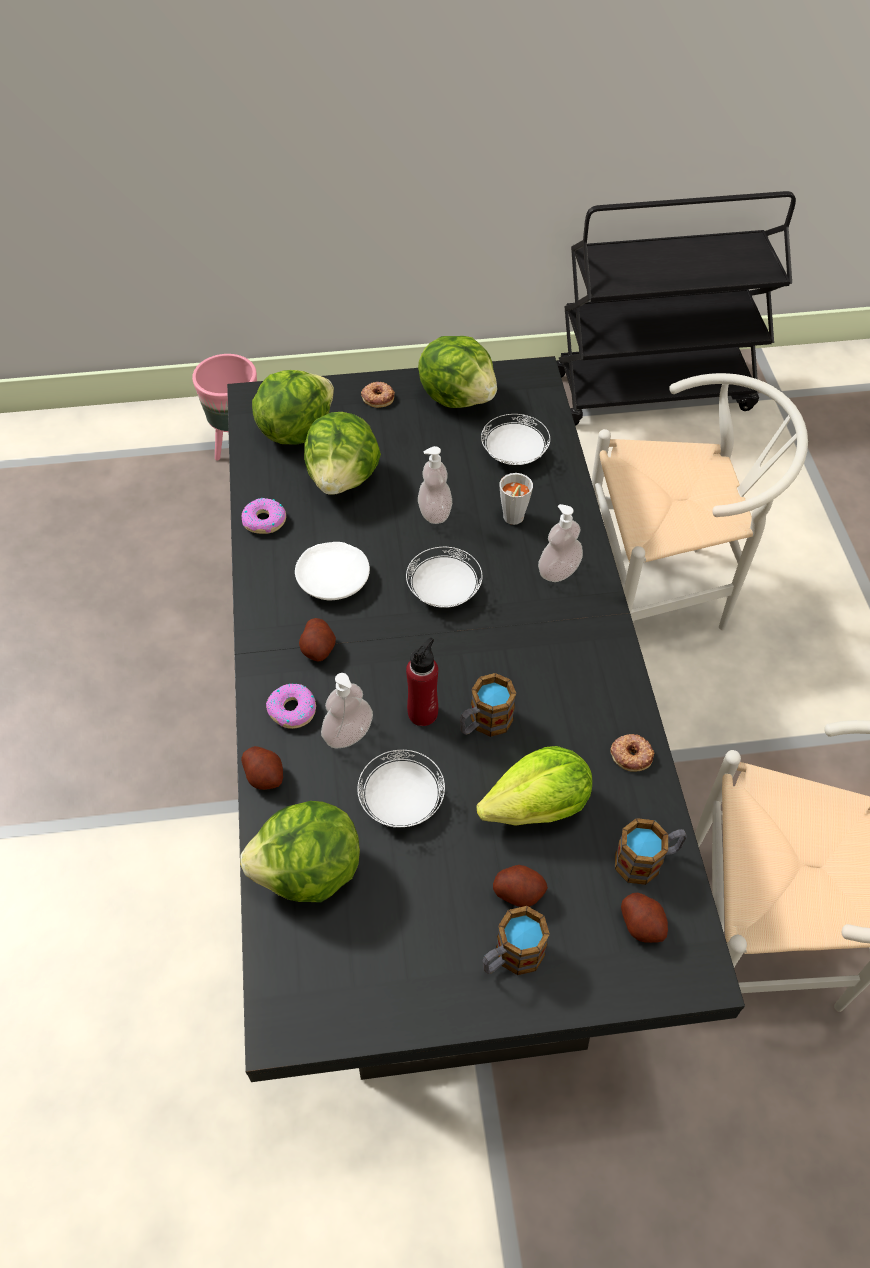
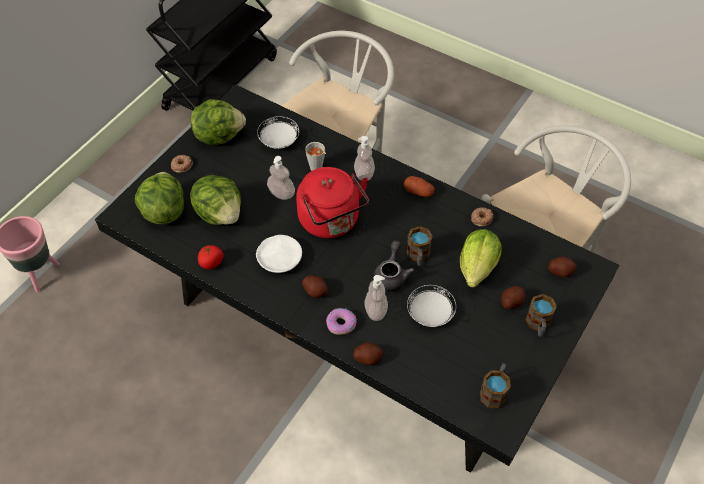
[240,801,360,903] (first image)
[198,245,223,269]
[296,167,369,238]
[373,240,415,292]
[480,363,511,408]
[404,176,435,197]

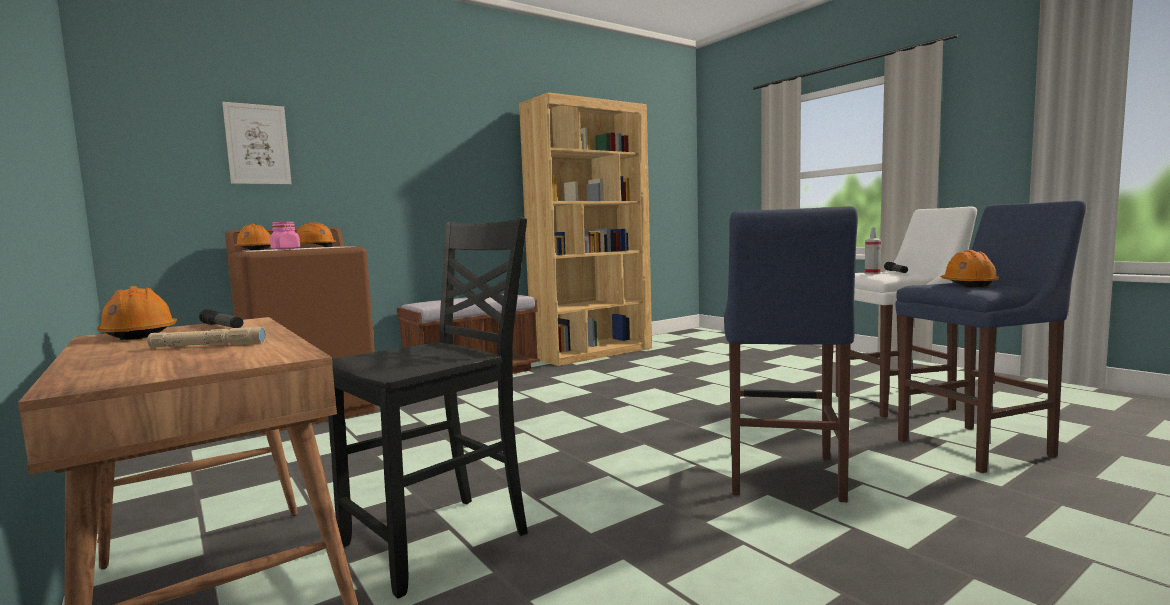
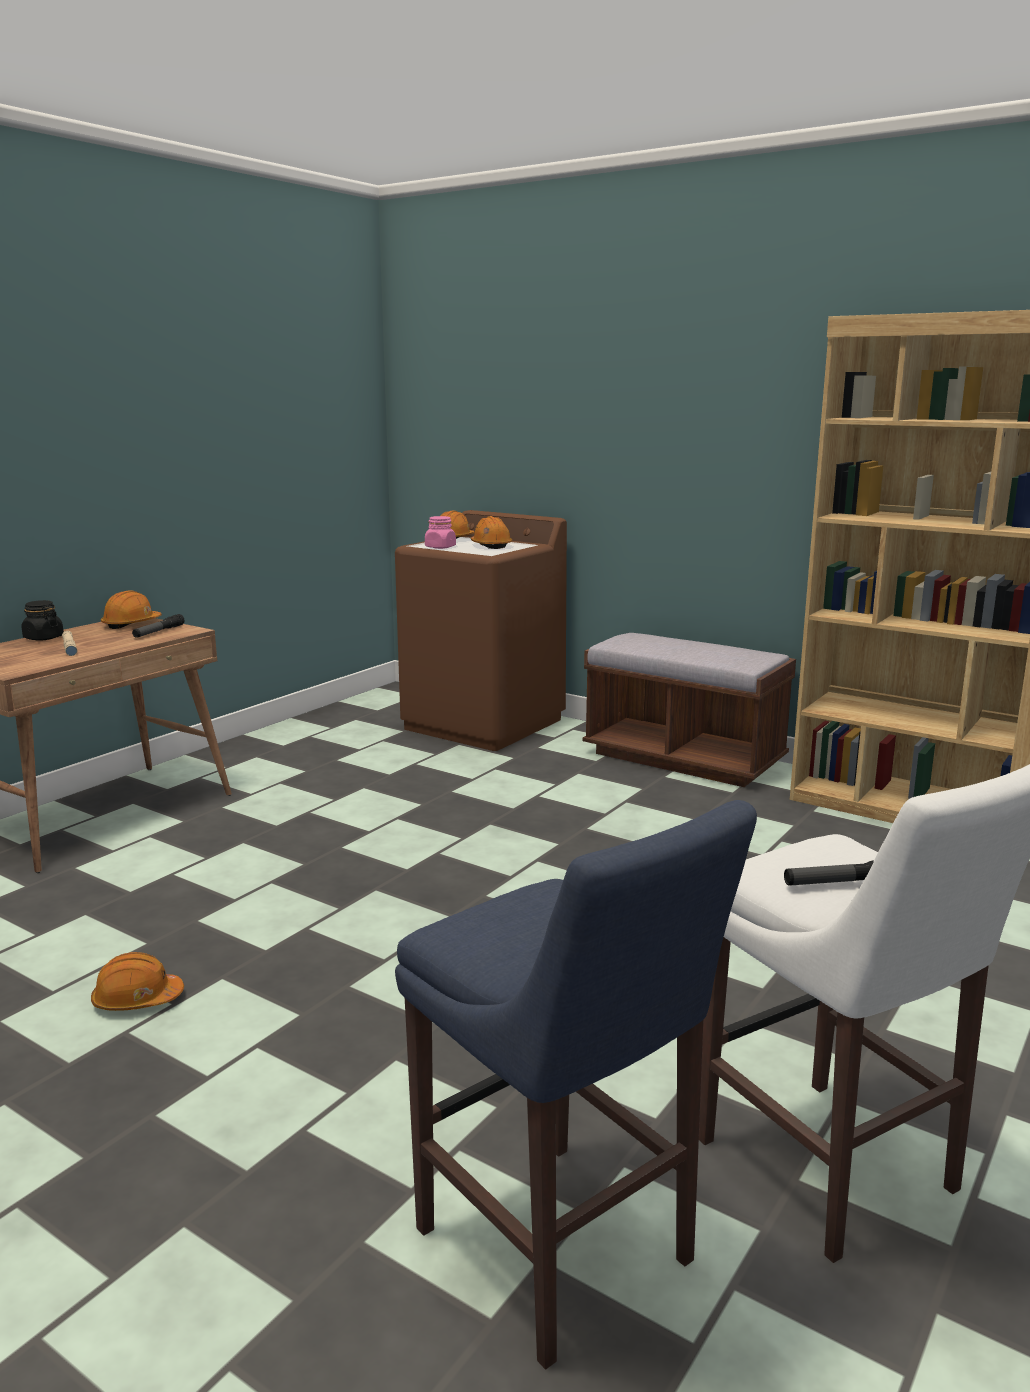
[222,102,291,185] (first image)
[328,217,528,599] (first image)
[724,206,858,502] (first image)
[865,227,881,274] (first image)
[91,952,184,1011]
[21,600,64,641]

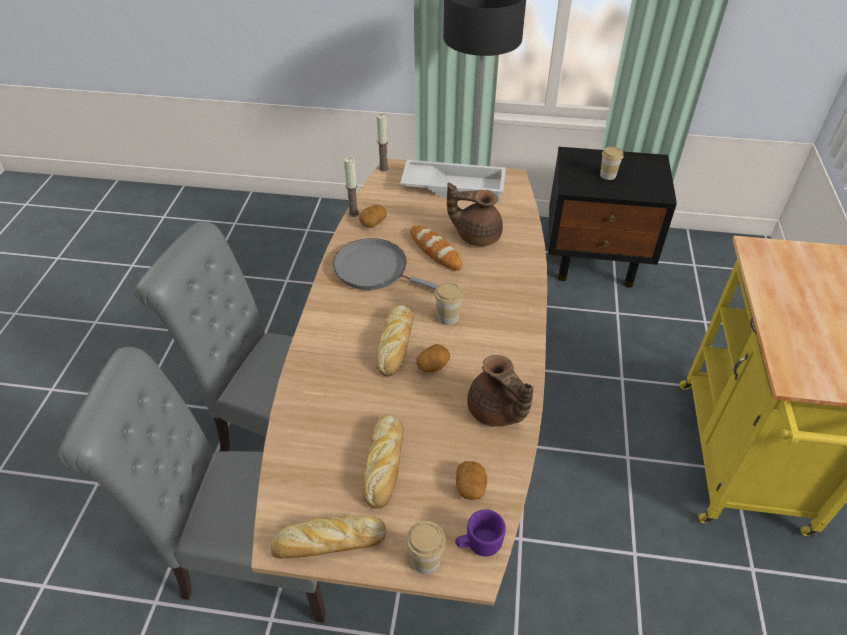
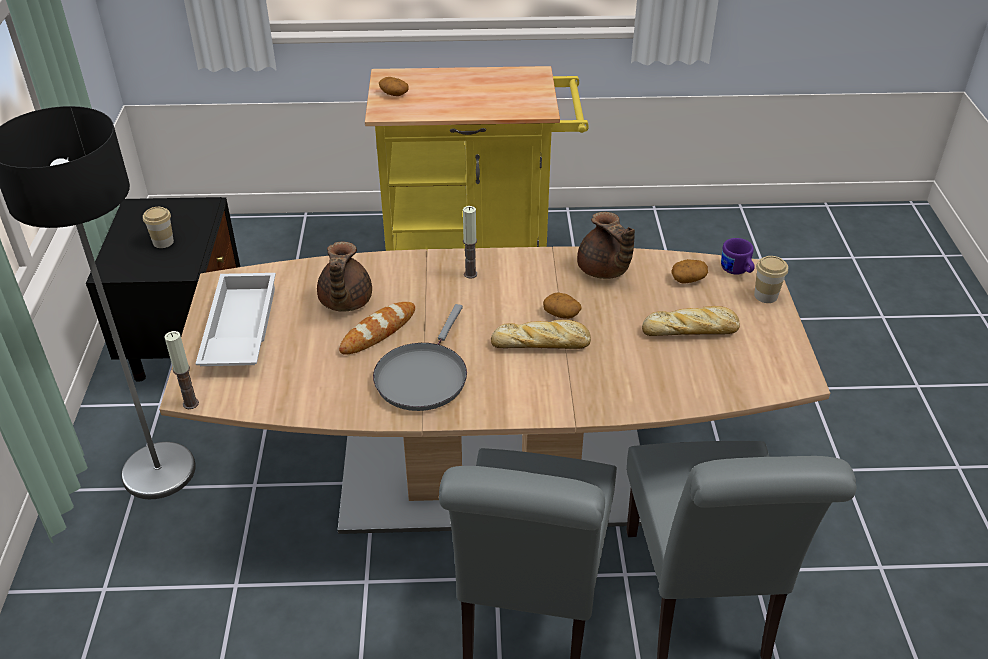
[271,515,386,558] (first image)
[463,206,477,279]
[379,77,409,96]
[434,282,464,325] (first image)
[577,212,635,279]

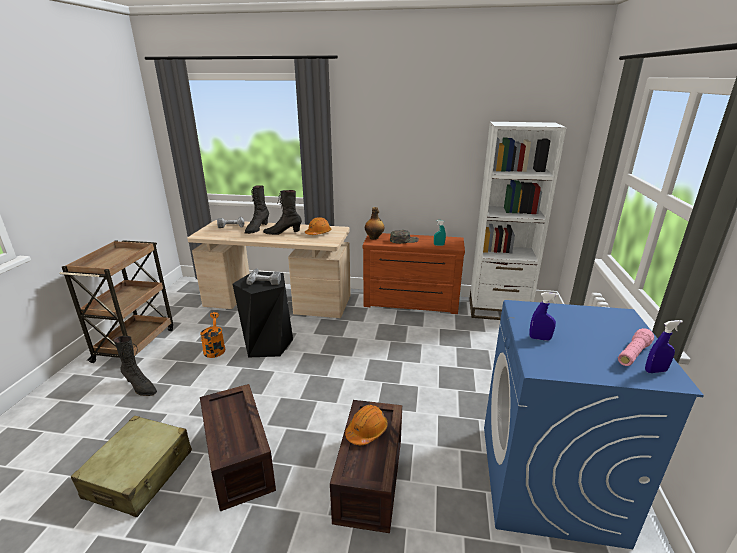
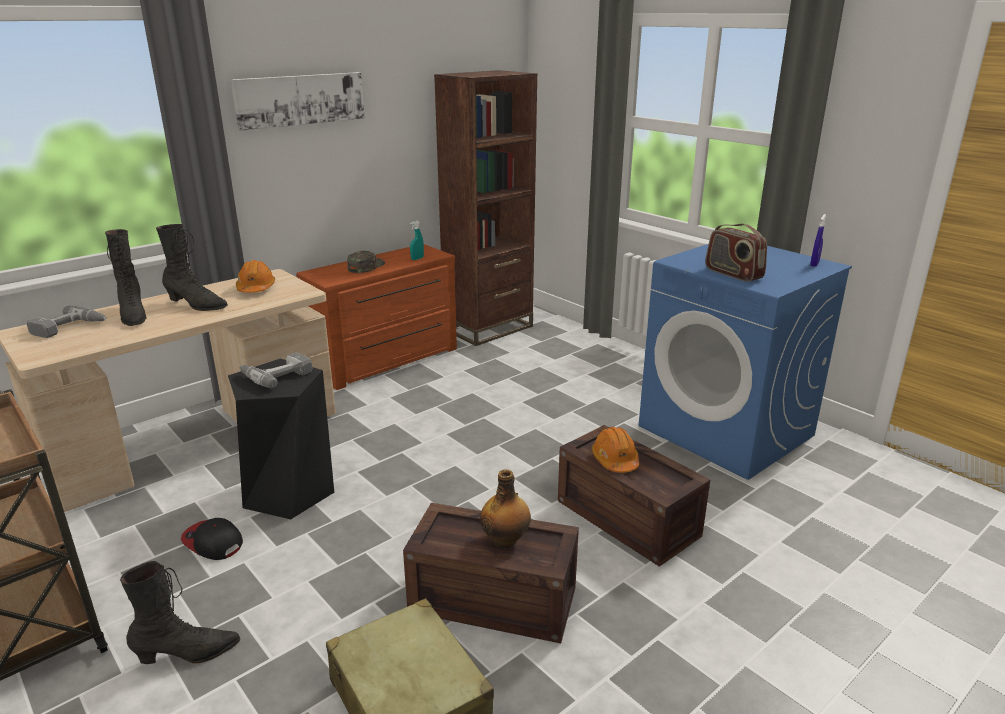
[181,518,243,560]
[156,224,228,311]
[480,469,531,549]
[434,70,537,346]
[705,224,767,282]
[618,328,654,366] (first image)
[231,72,365,131]

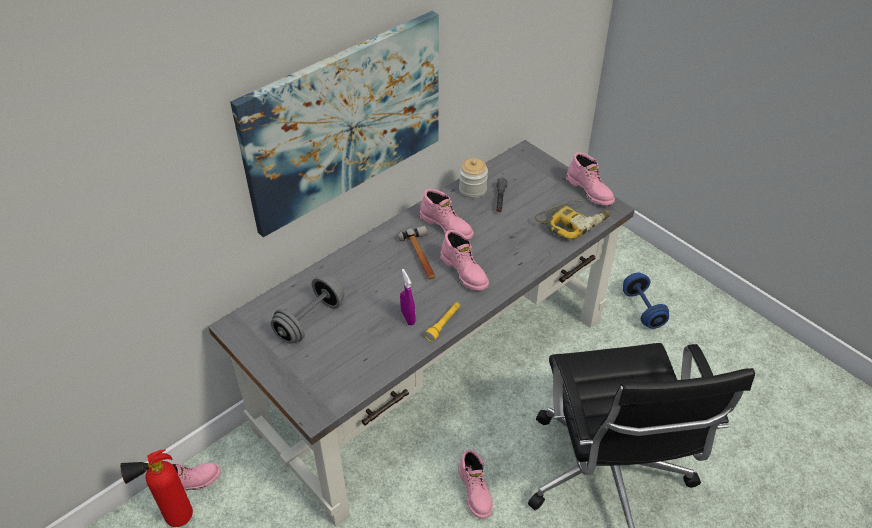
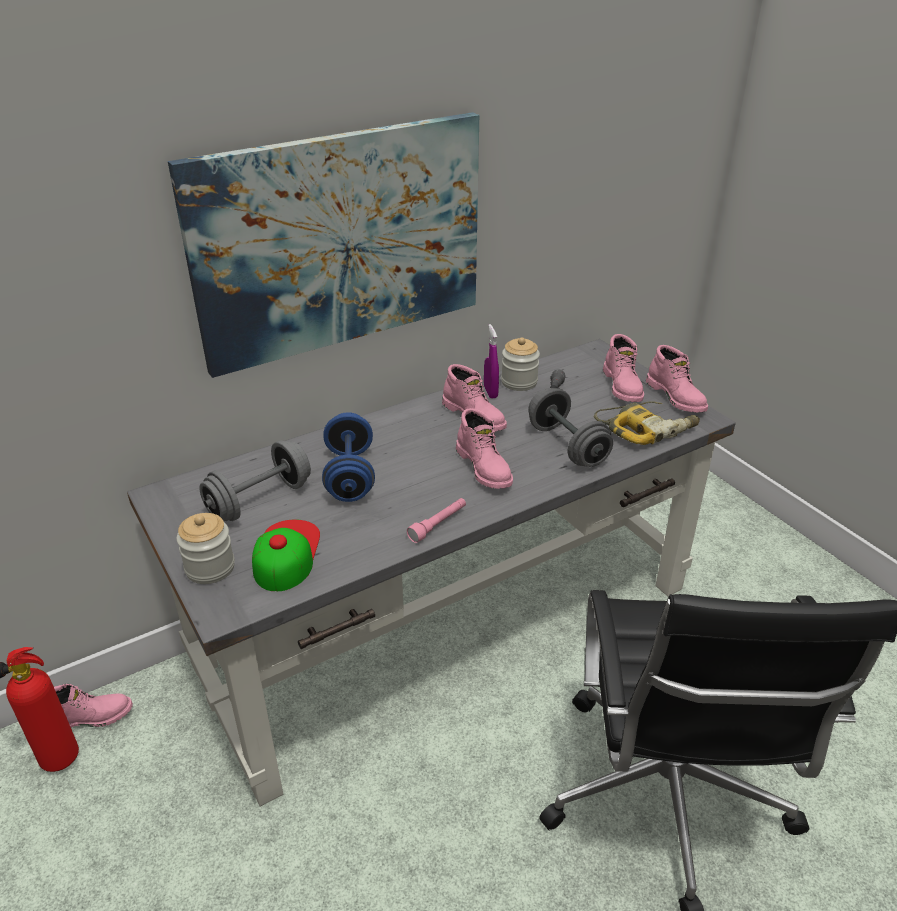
[398,226,436,279] (first image)
[484,324,499,399]
[407,498,466,543]
[603,334,644,402]
[322,412,375,502]
[176,513,235,584]
[252,520,320,591]
[528,388,613,467]

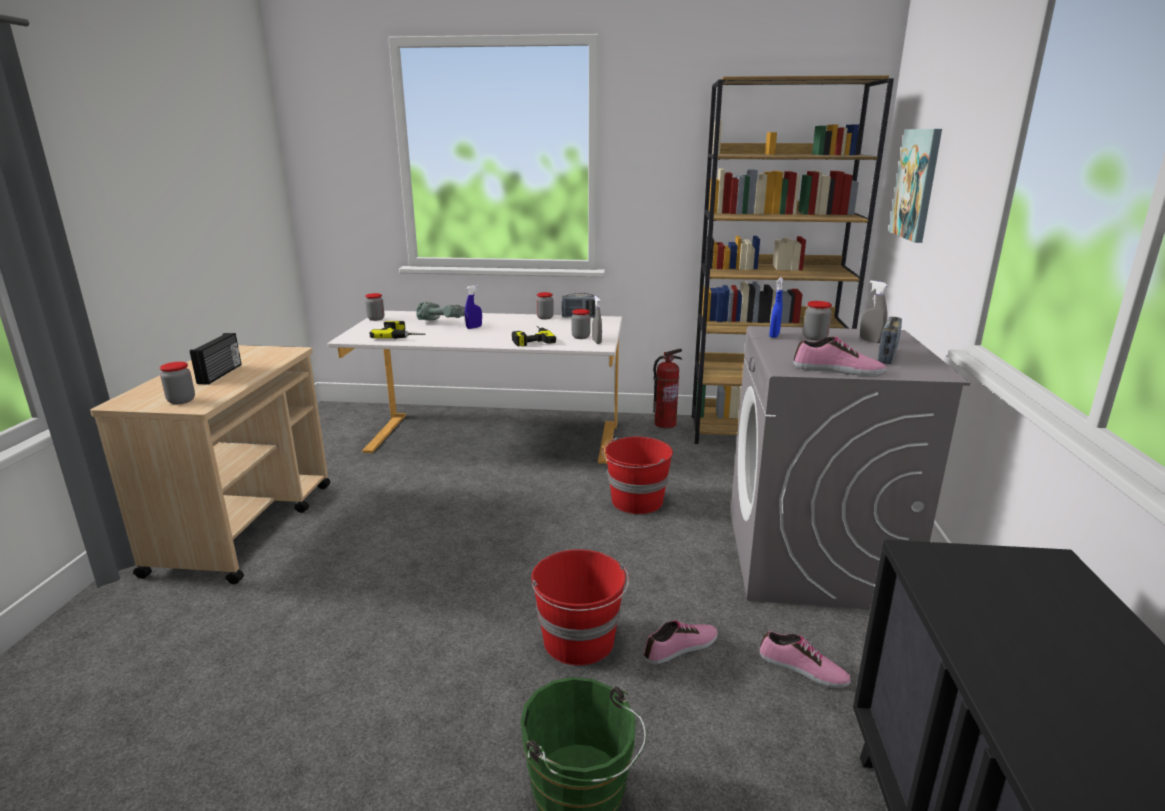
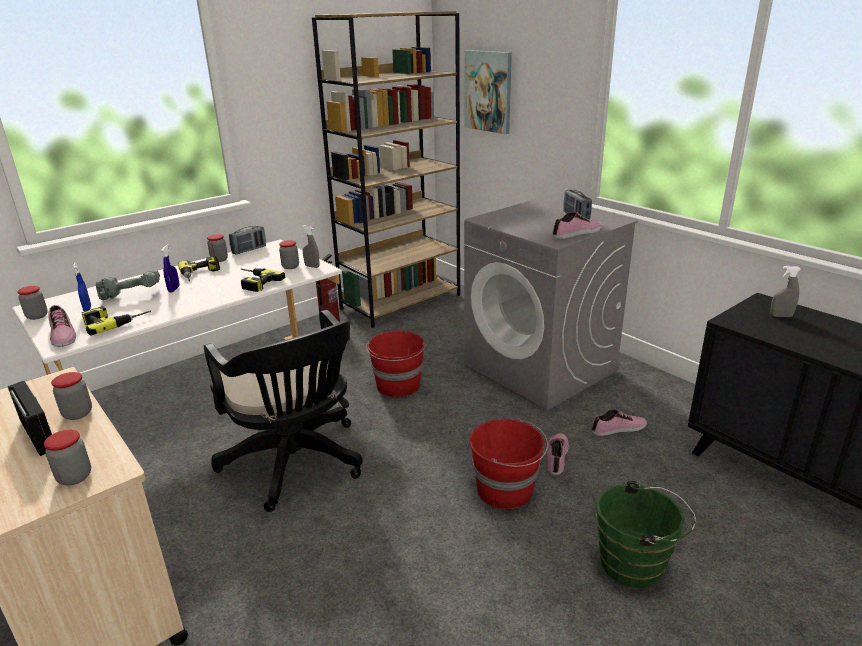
[73,263,91,311]
[51,372,92,420]
[770,266,801,317]
[48,305,76,347]
[178,256,220,282]
[204,310,363,512]

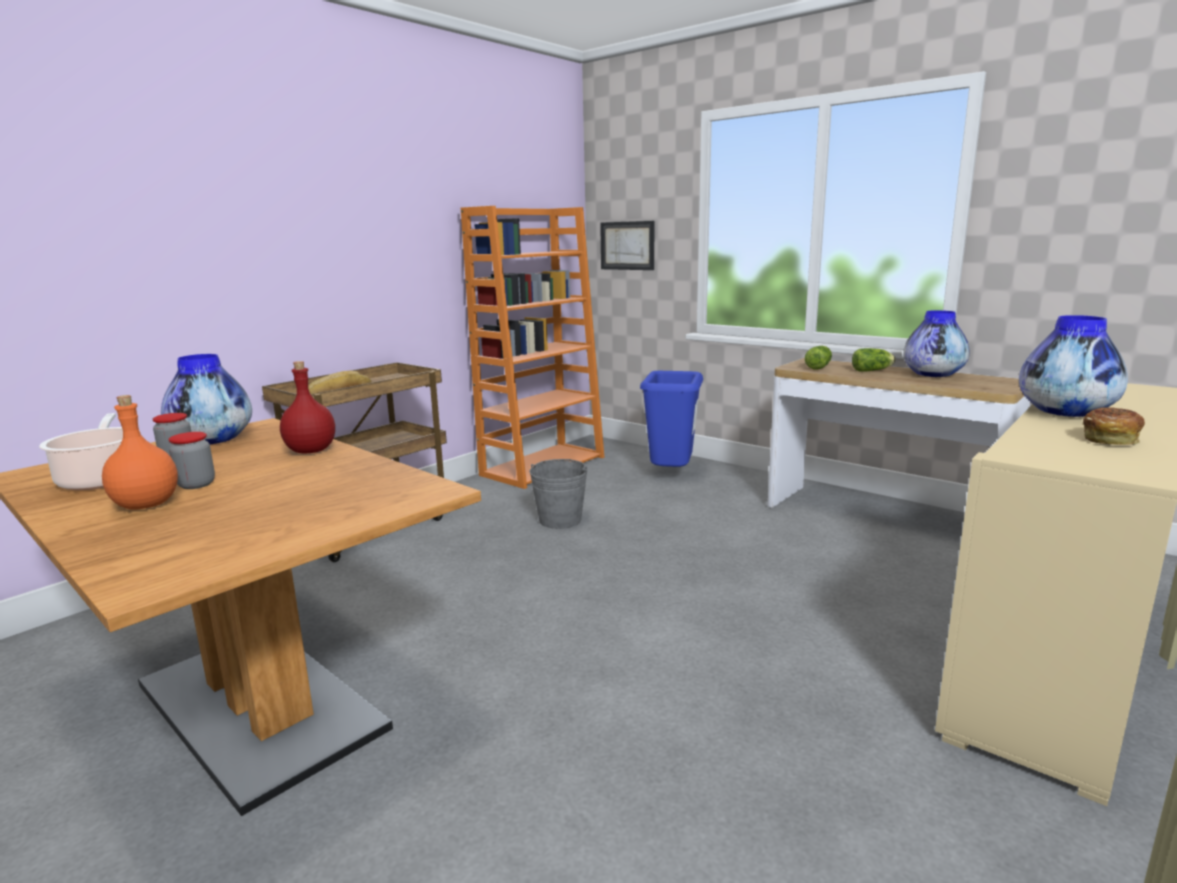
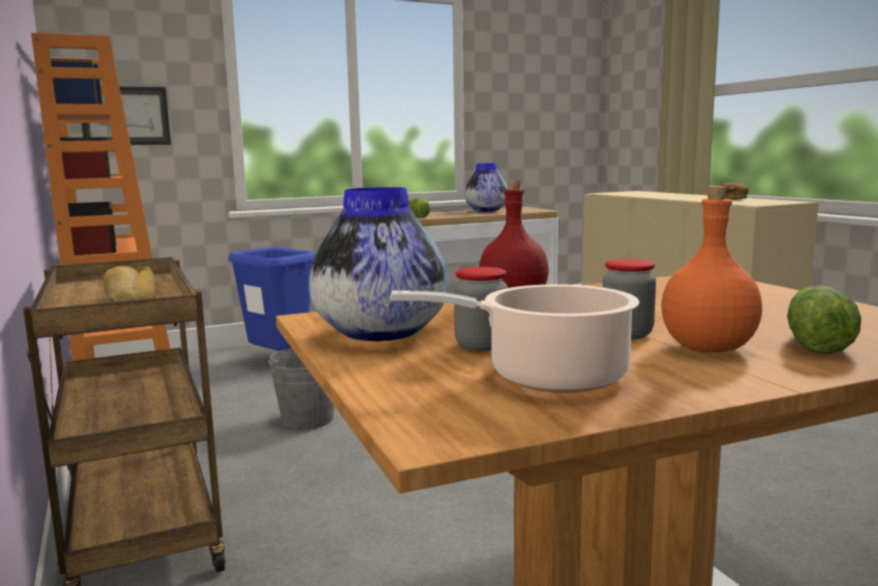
[787,285,861,354]
[1019,315,1128,417] (first image)

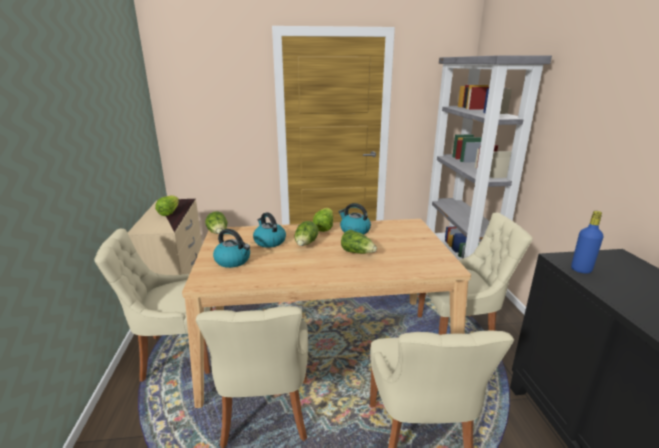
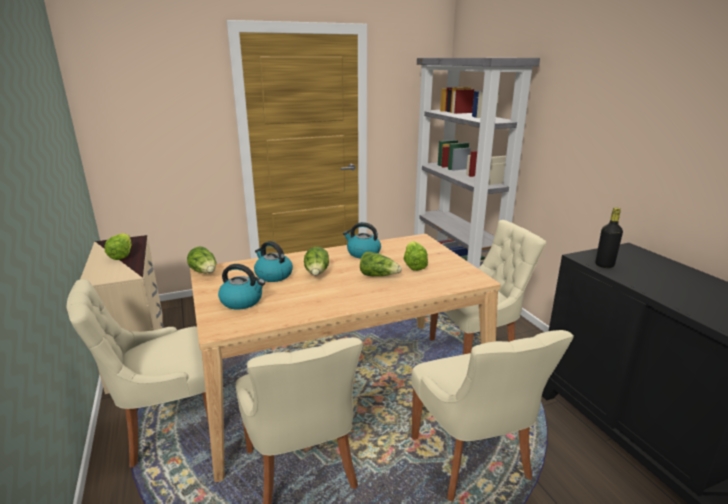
[404,241,428,271]
[595,207,623,268]

